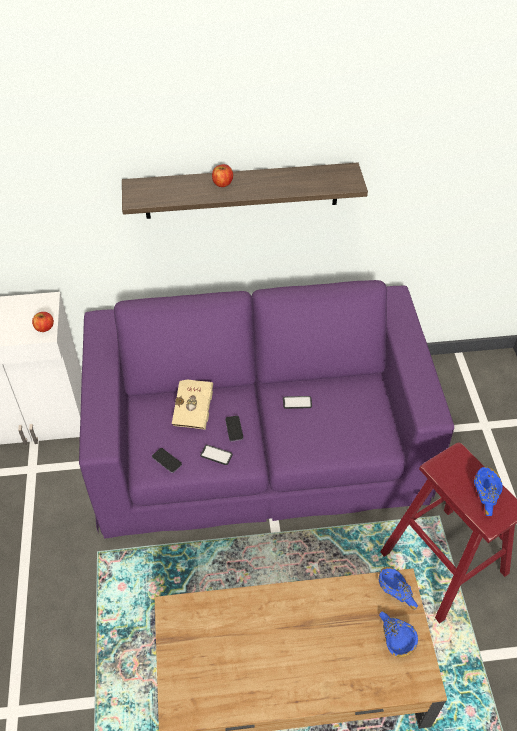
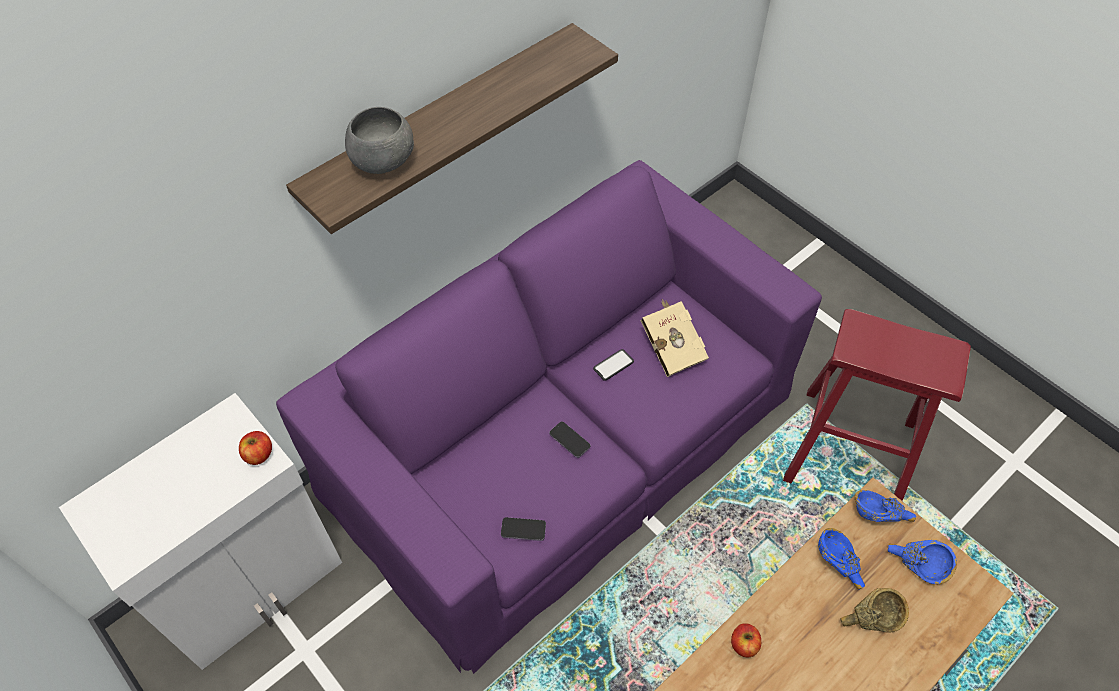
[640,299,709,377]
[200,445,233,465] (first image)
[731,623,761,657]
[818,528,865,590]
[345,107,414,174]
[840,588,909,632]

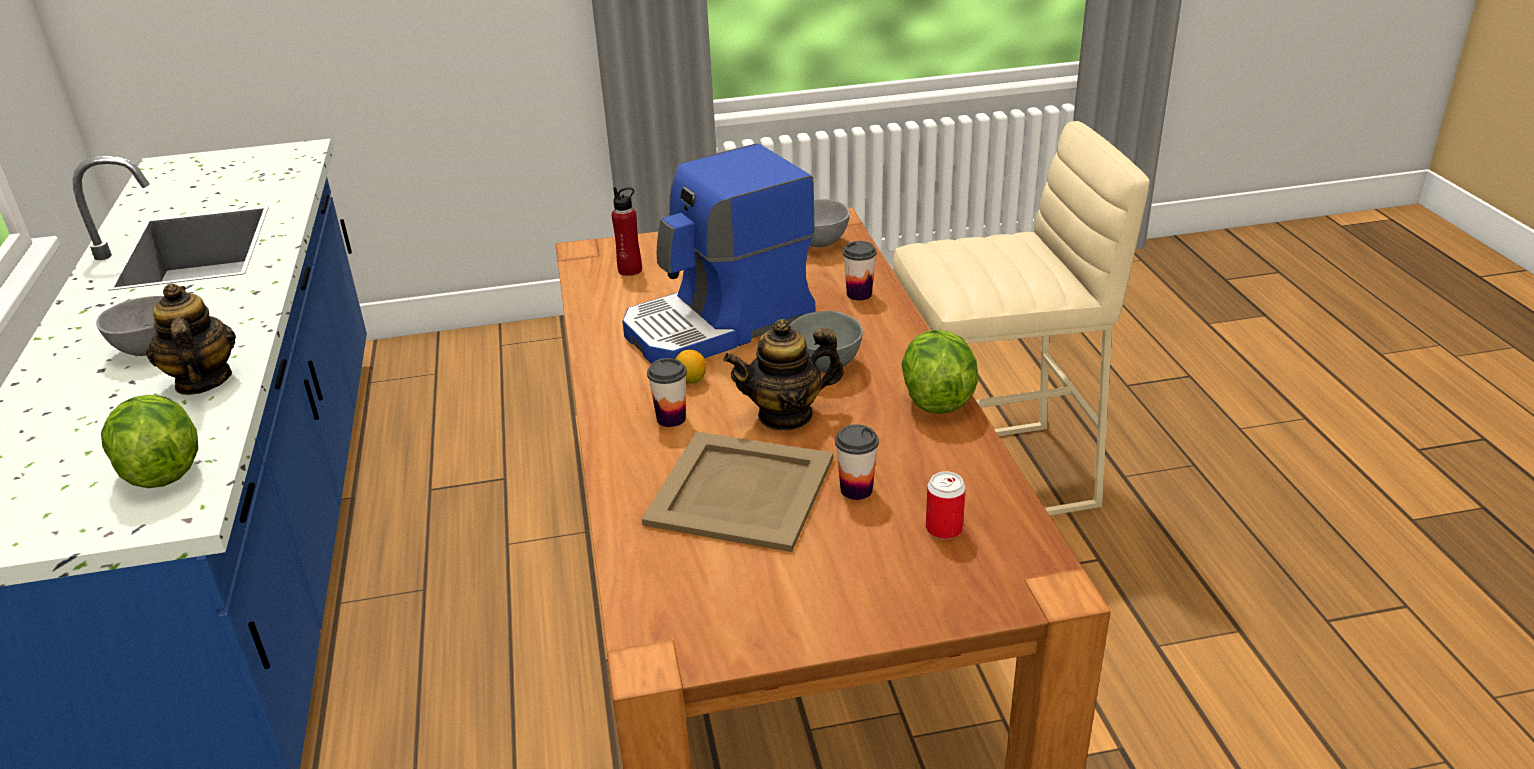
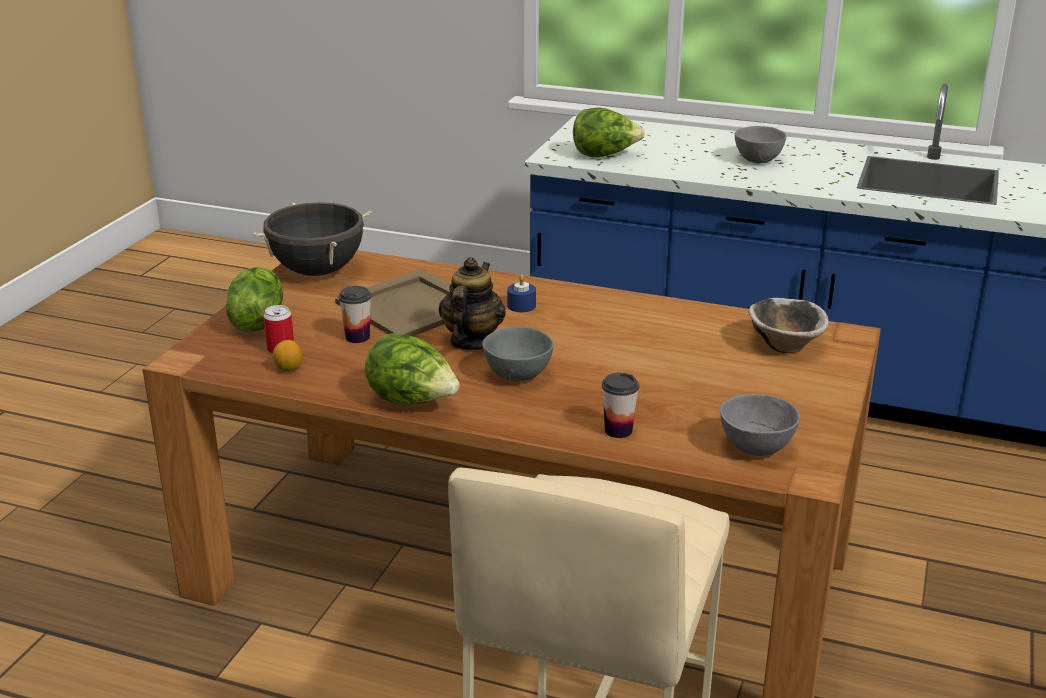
[146,283,236,395] (first image)
[749,298,829,353]
[622,144,815,364] (first image)
[507,274,536,312]
[273,340,302,372]
[226,267,283,332]
[253,202,372,276]

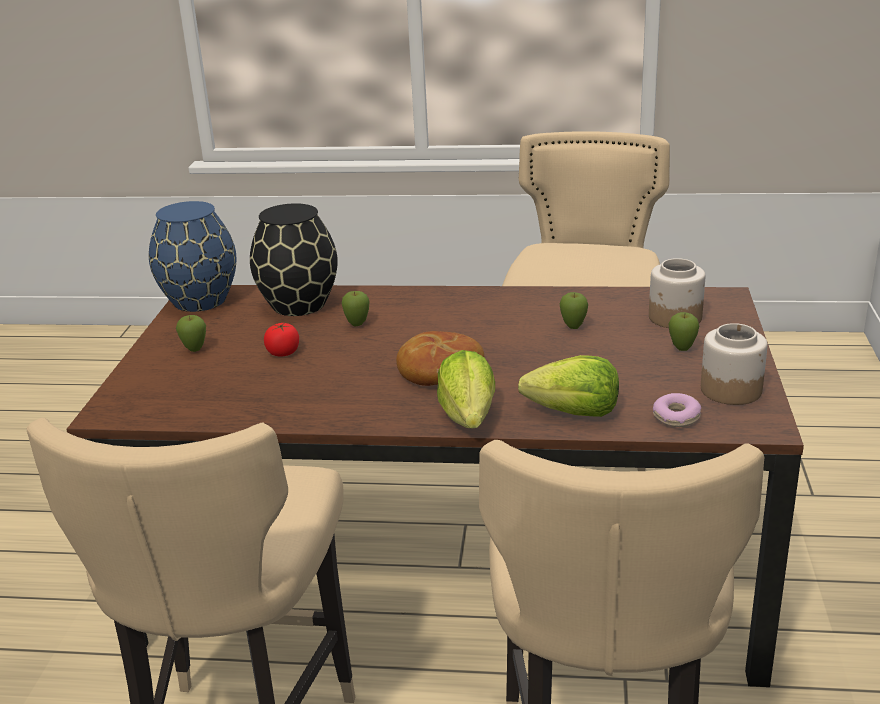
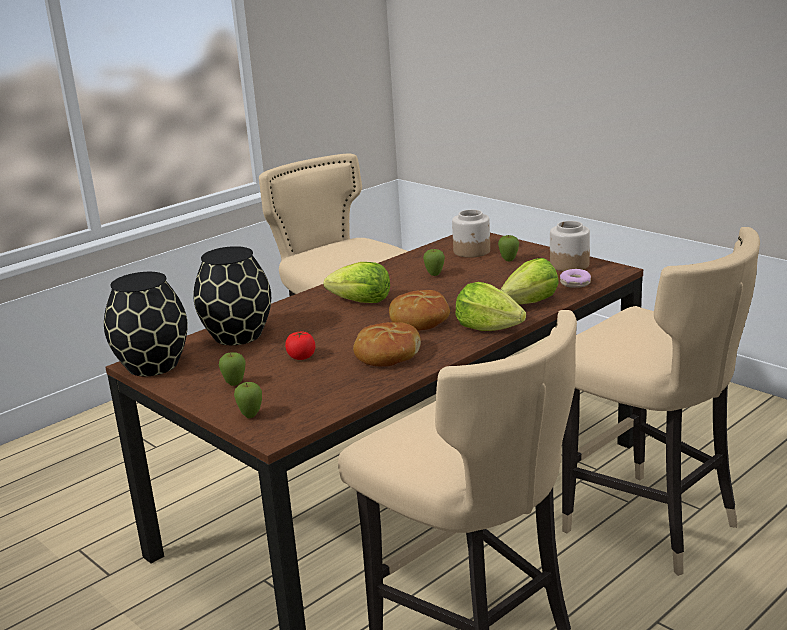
[104,272,188,376]
[234,382,262,418]
[324,262,390,303]
[353,322,421,367]

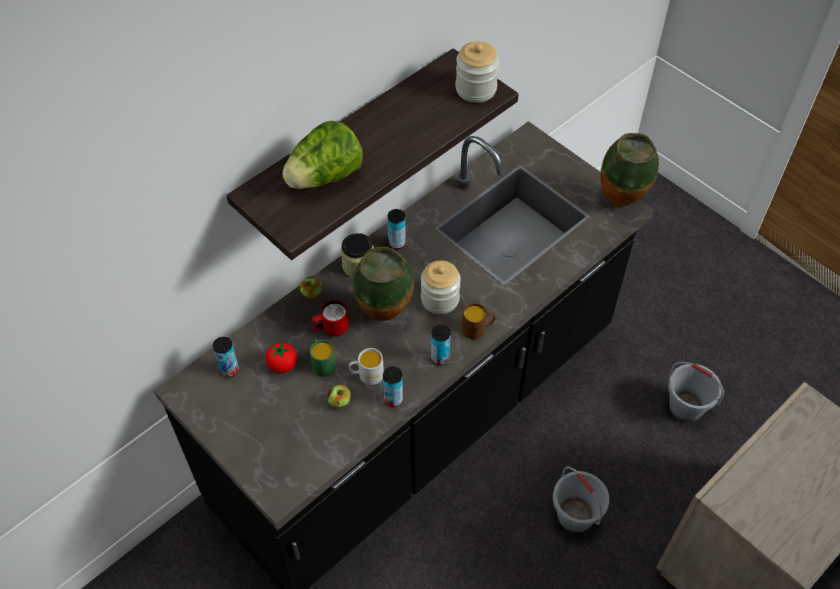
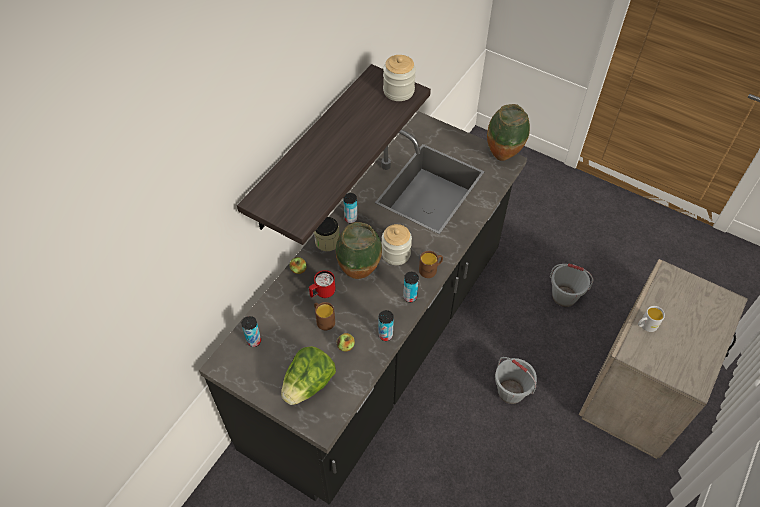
[266,342,297,373] (first image)
[281,346,336,405]
[314,302,335,330]
[638,306,665,332]

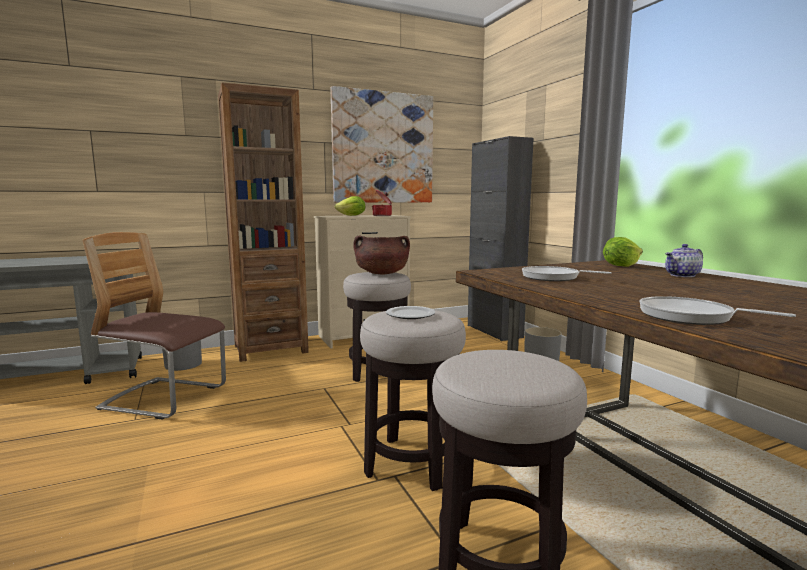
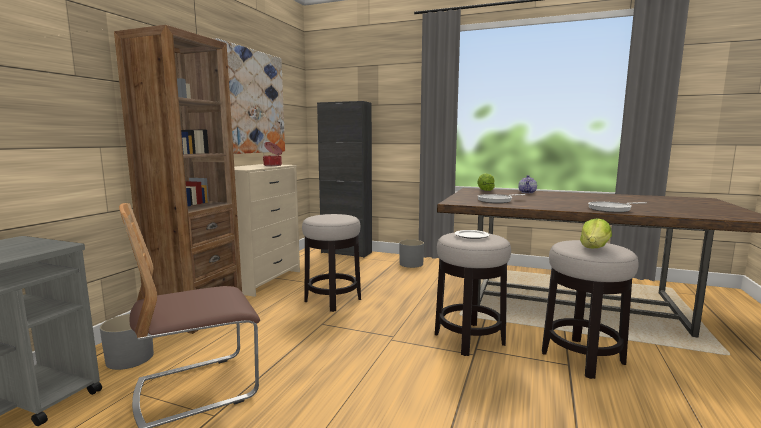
[580,218,612,248]
[354,236,410,274] (first image)

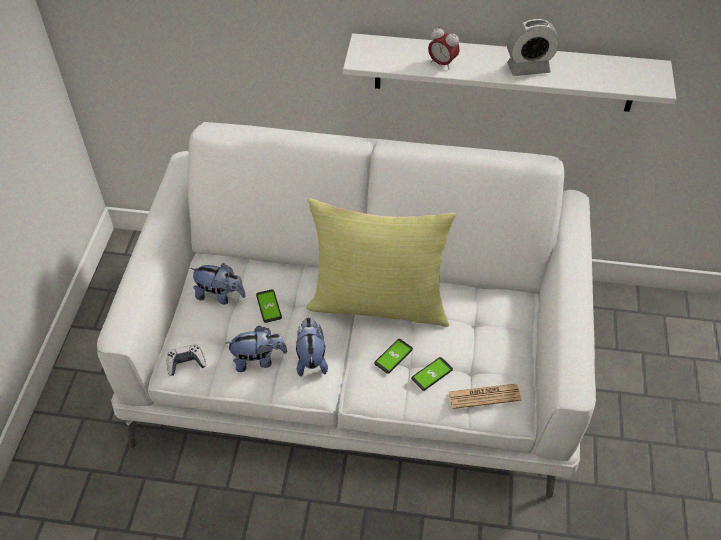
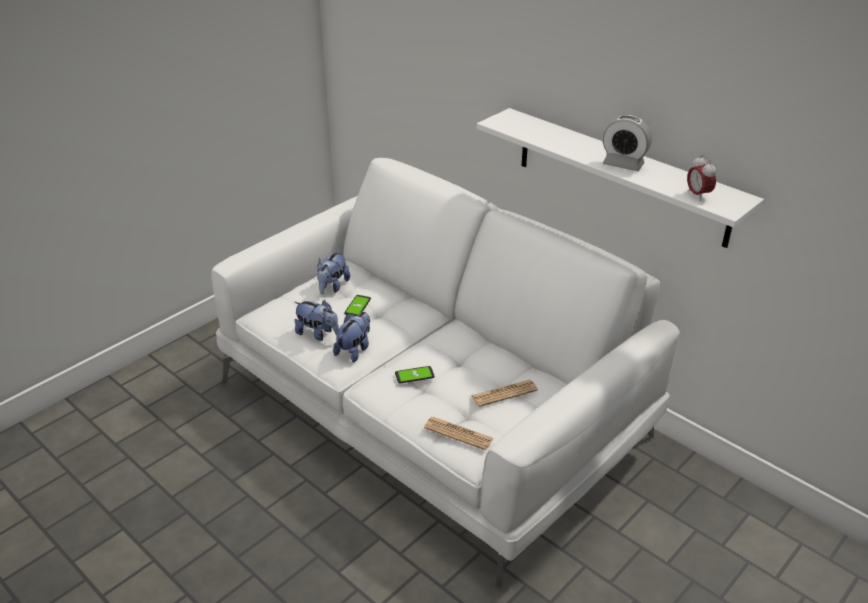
[167,344,206,376] (first image)
[317,250,350,294]
[306,199,456,327] (first image)
[411,357,453,391] (first image)
[687,155,716,201]
[471,380,538,407]

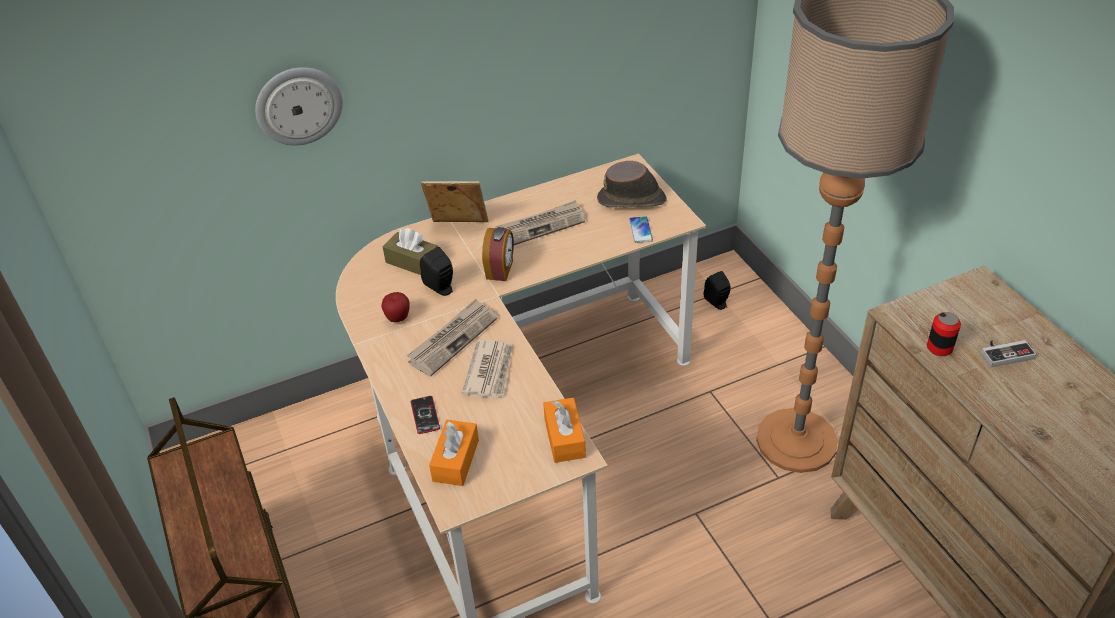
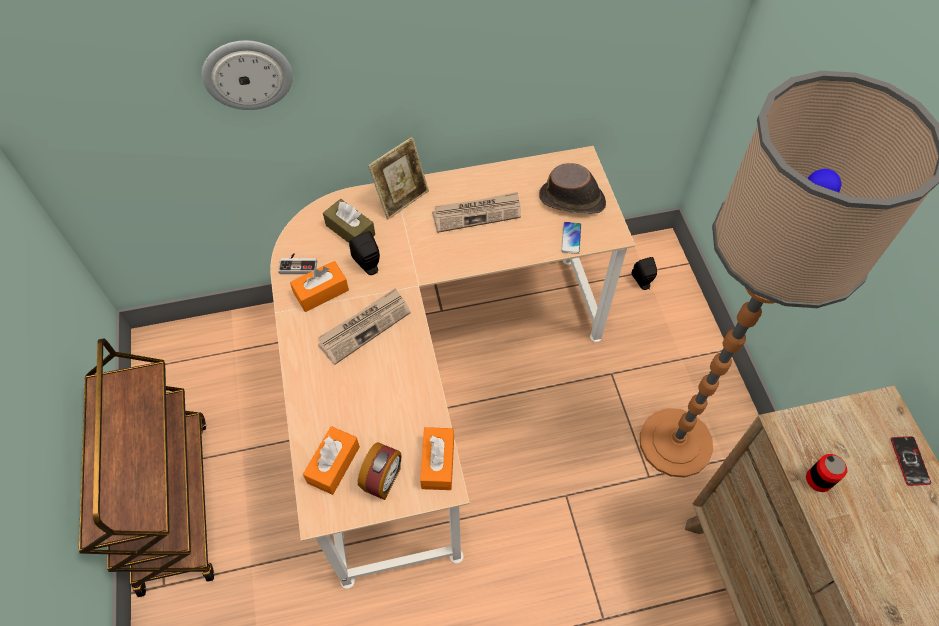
[290,261,349,312]
[891,436,931,486]
[368,137,429,220]
[462,340,512,398] (first image)
[358,442,401,500]
[278,253,317,274]

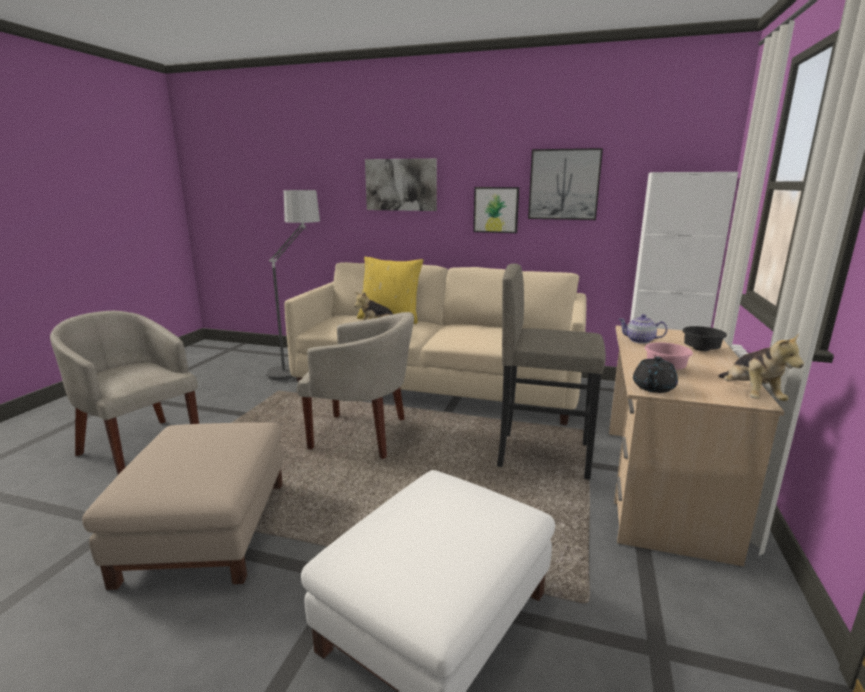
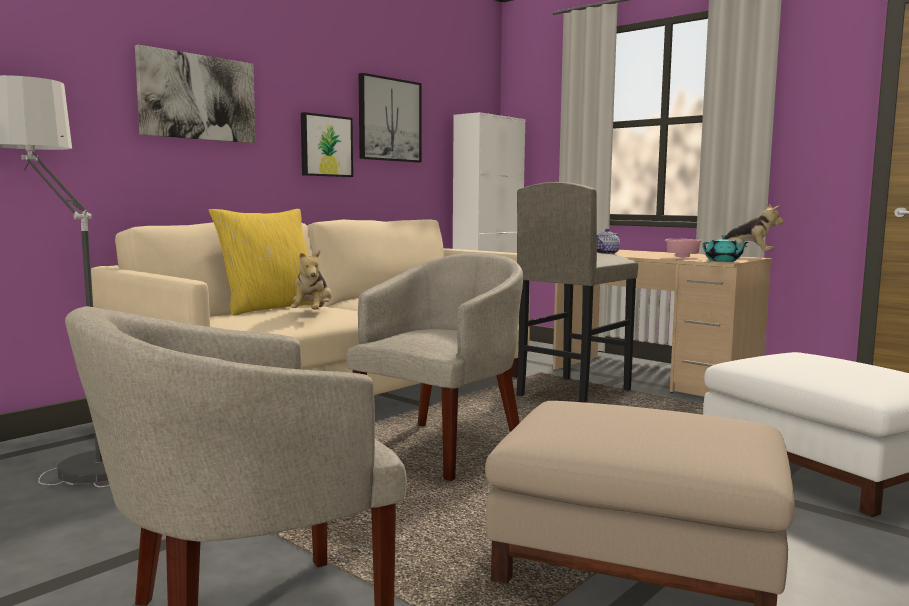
[702,235,749,262]
[682,326,727,351] (first image)

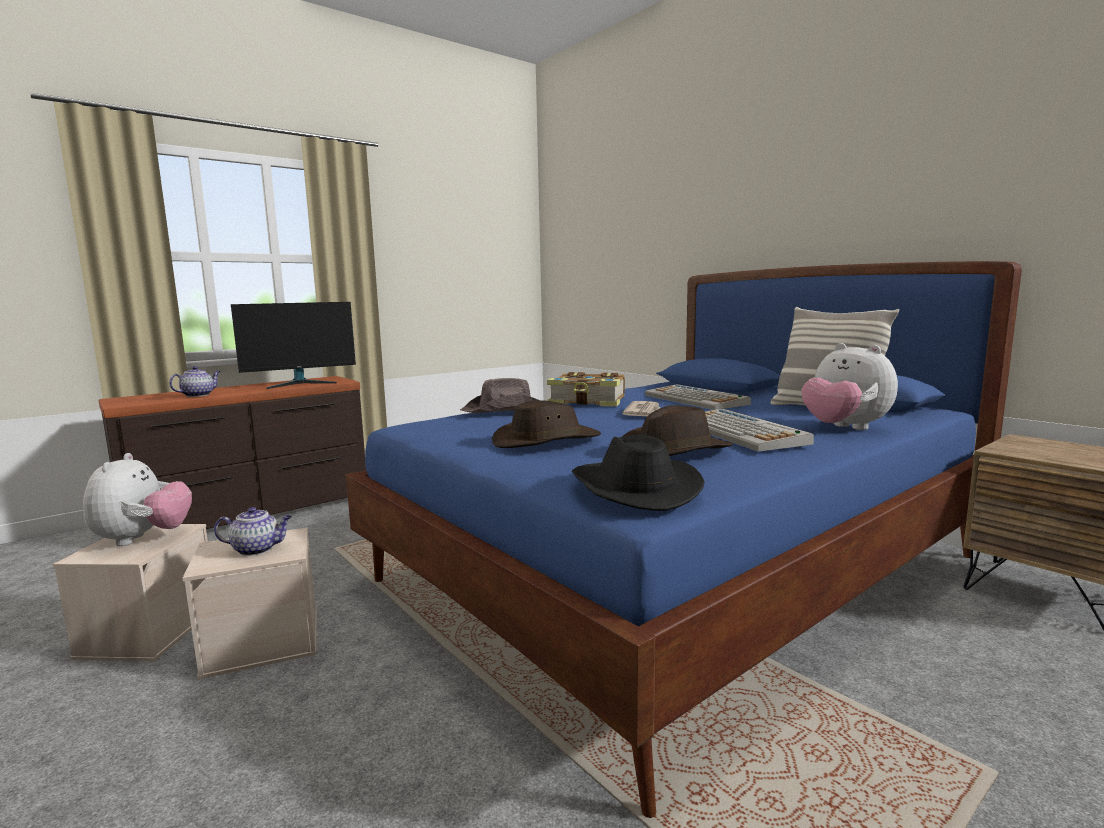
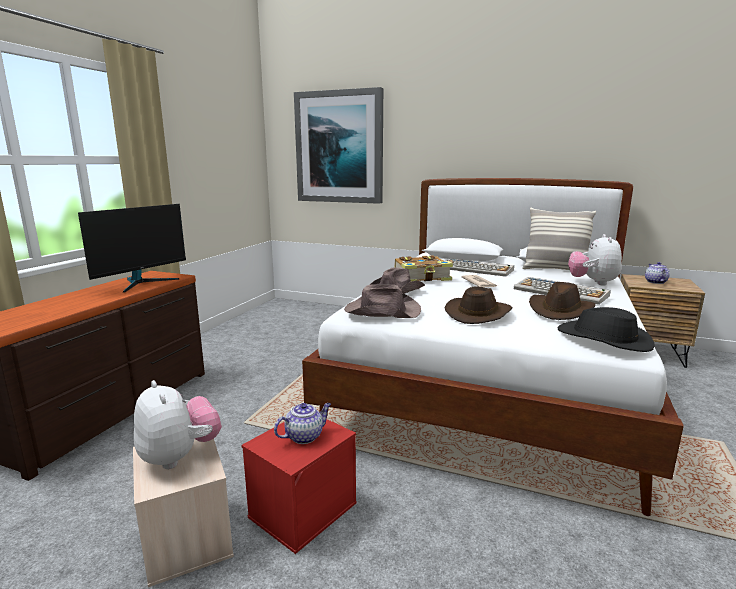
[645,262,670,284]
[241,419,357,554]
[302,178,684,516]
[568,234,622,285]
[294,87,383,204]
[344,284,421,318]

